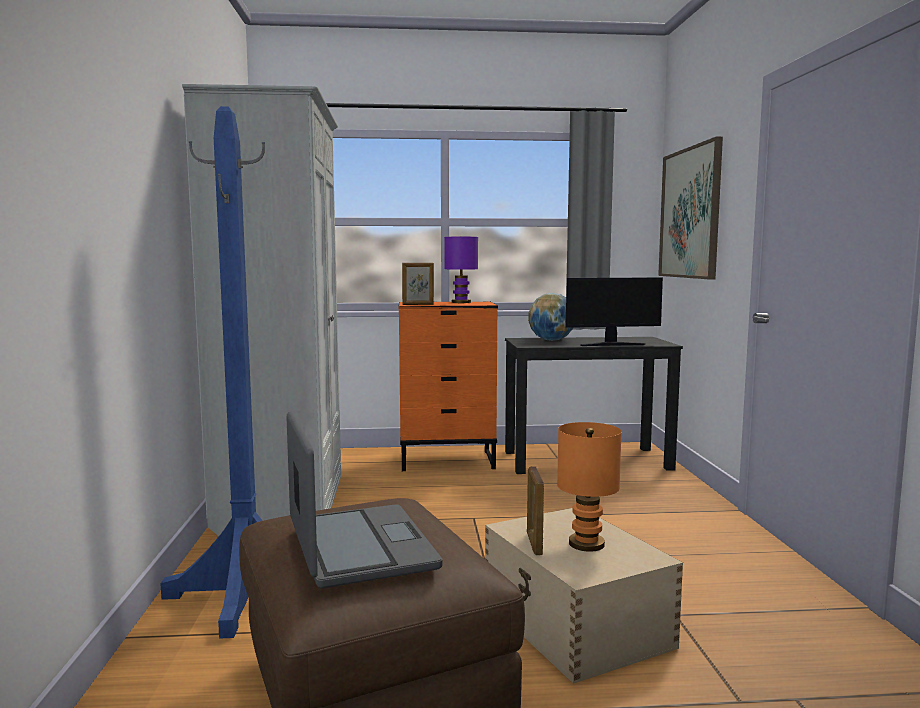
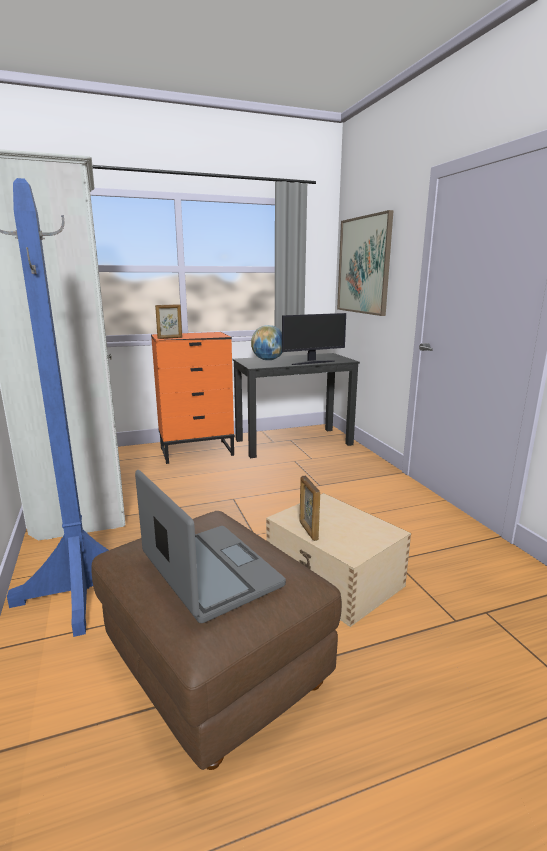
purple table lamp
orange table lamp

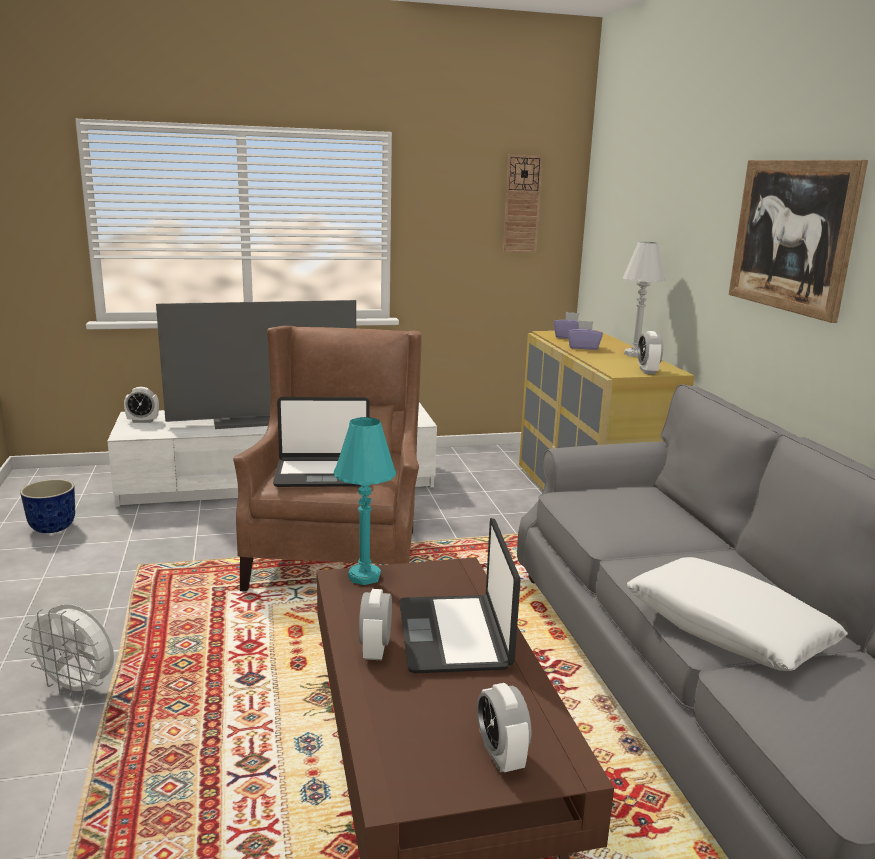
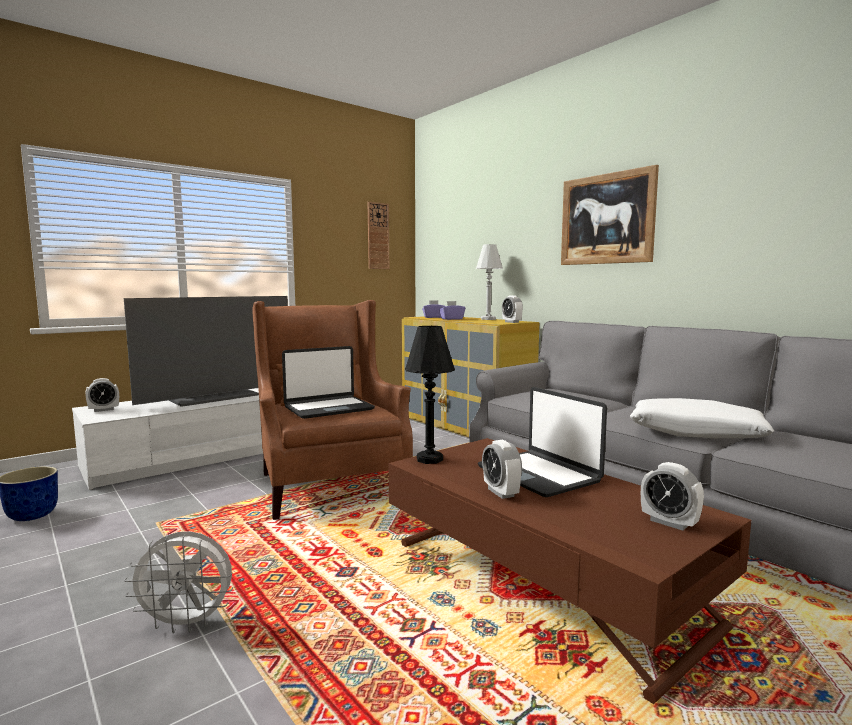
black table lamp

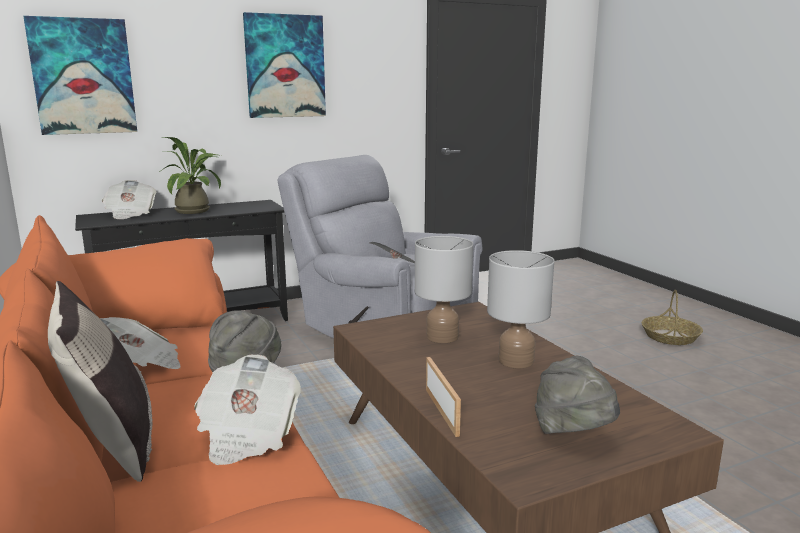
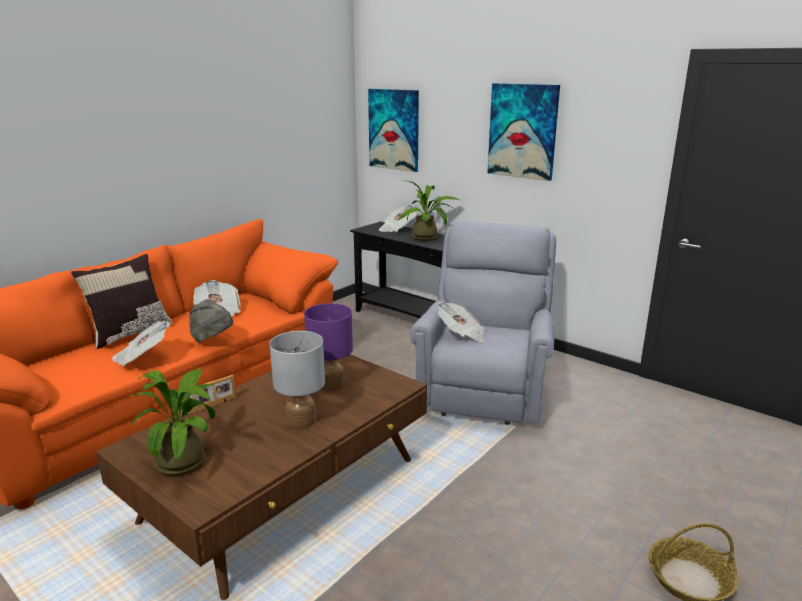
potted plant (1st from left)
purple table lamp

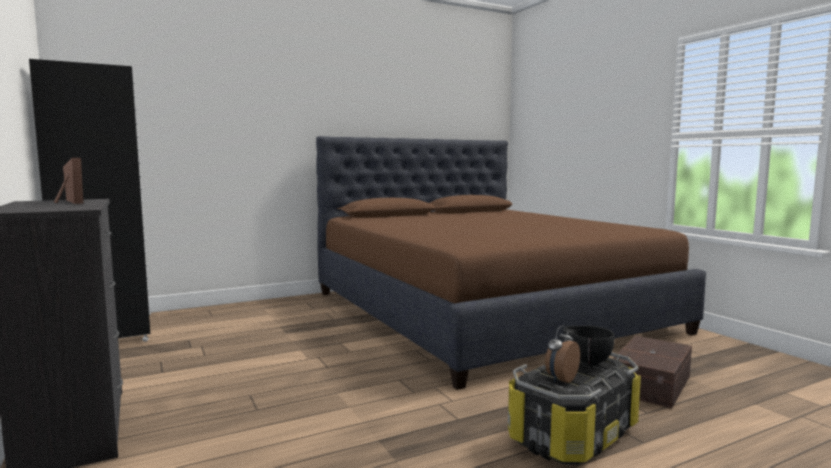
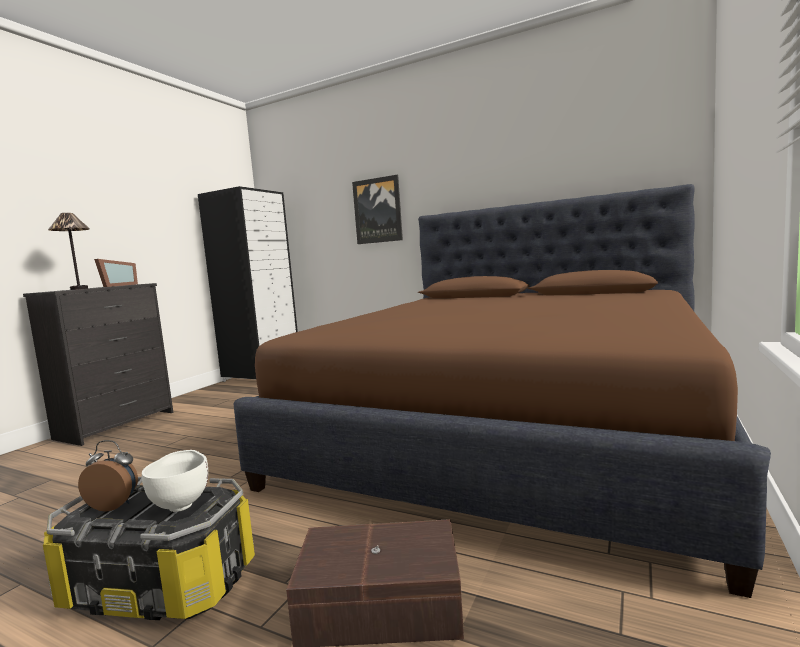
table lamp
white bowl
picture

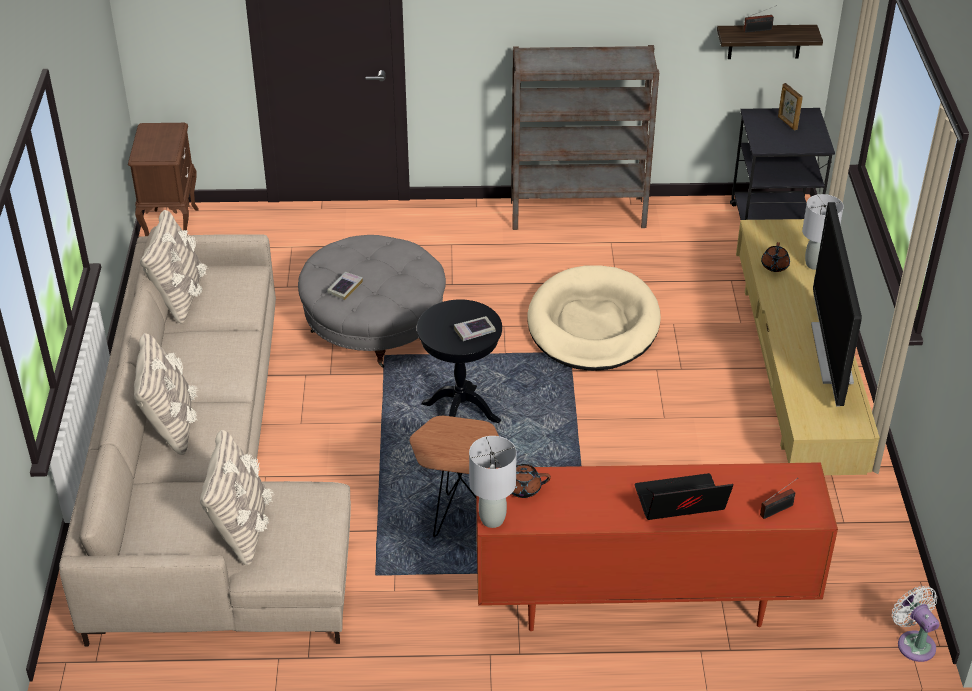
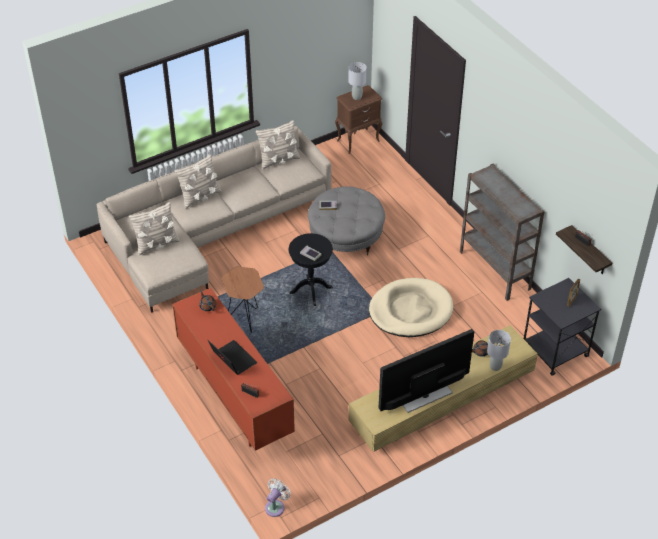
grey table lamp (1st from left)

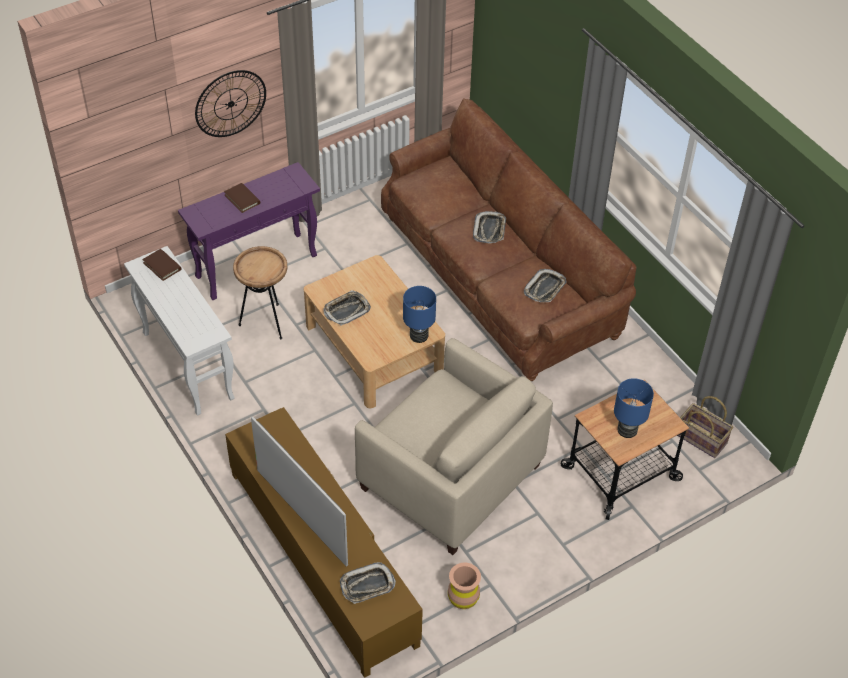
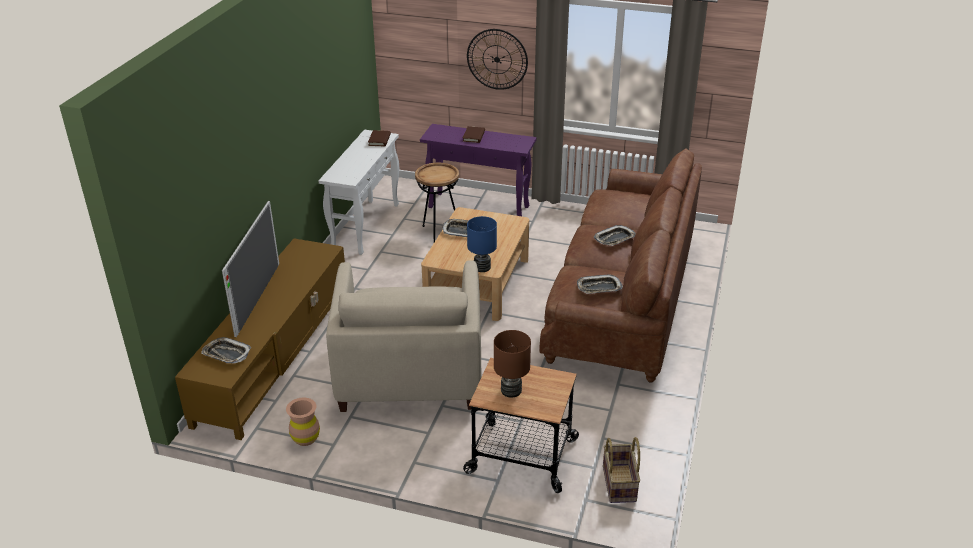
brown table lamp

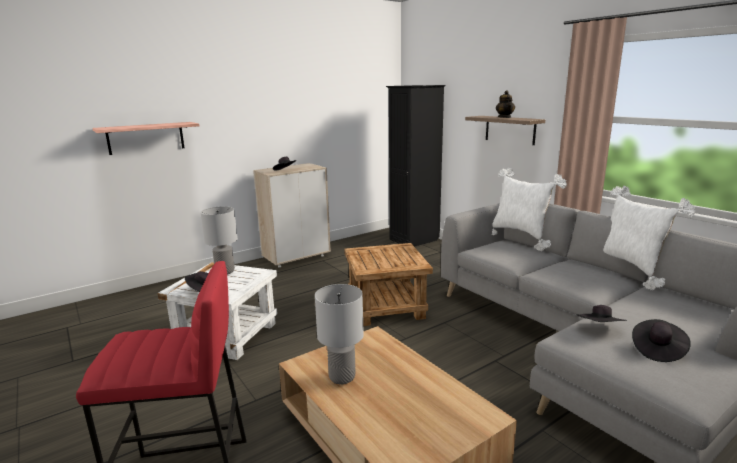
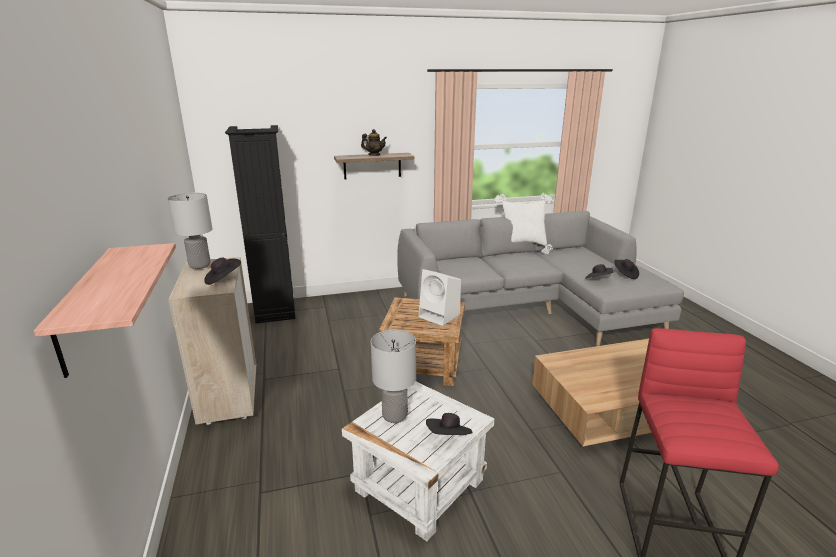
grey table lamp (1st from left)
white speaker
white pillow (1st from left in the first image)

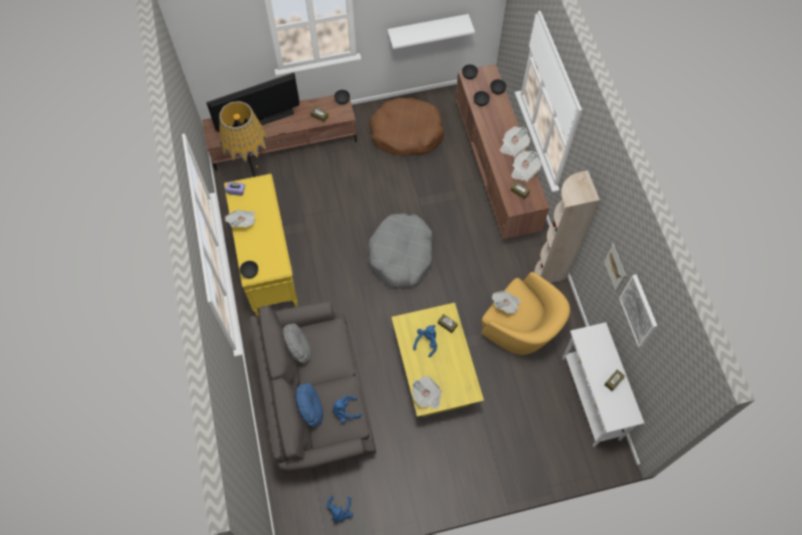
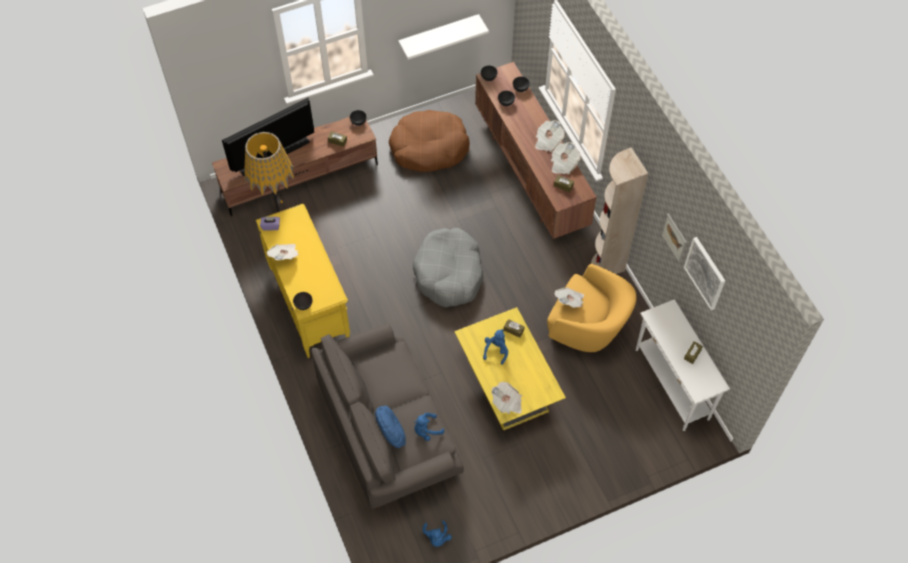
grey pillow

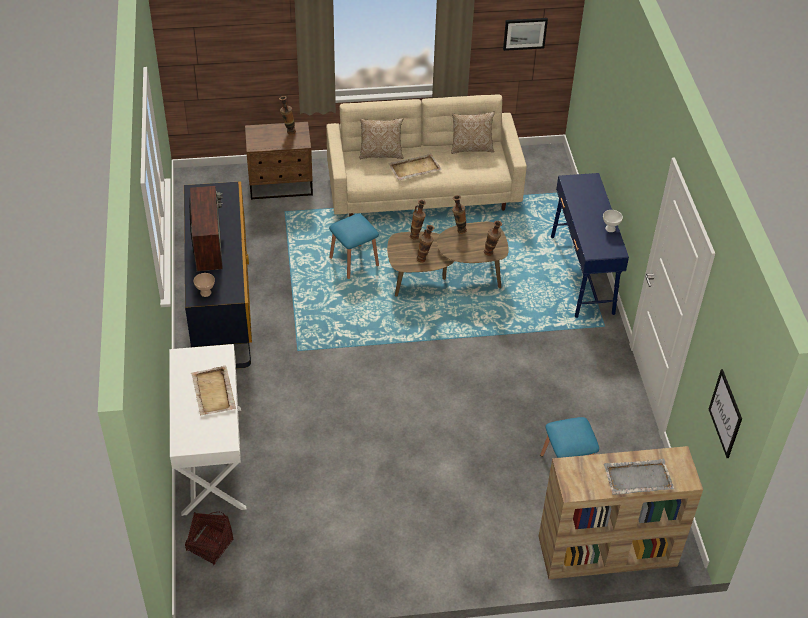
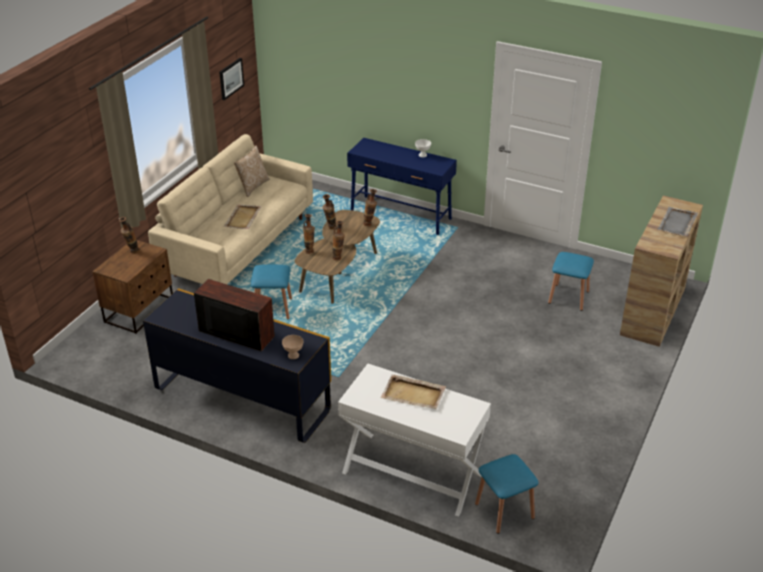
blue stool (2nd from left)
pillow (1st from left in the first image)
picture (2nd from left in the first image)

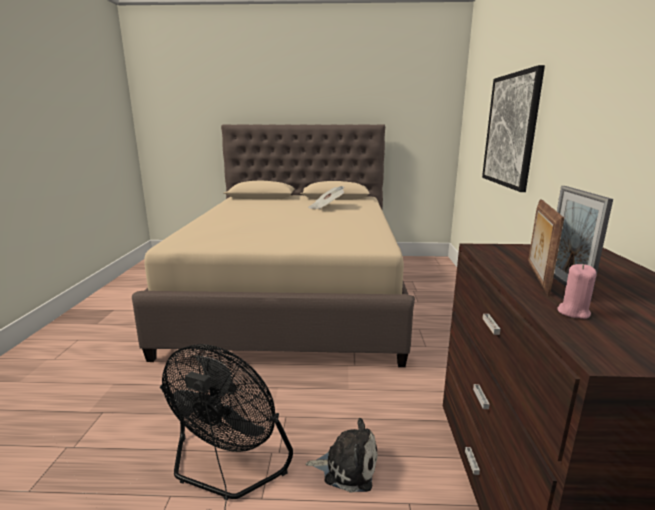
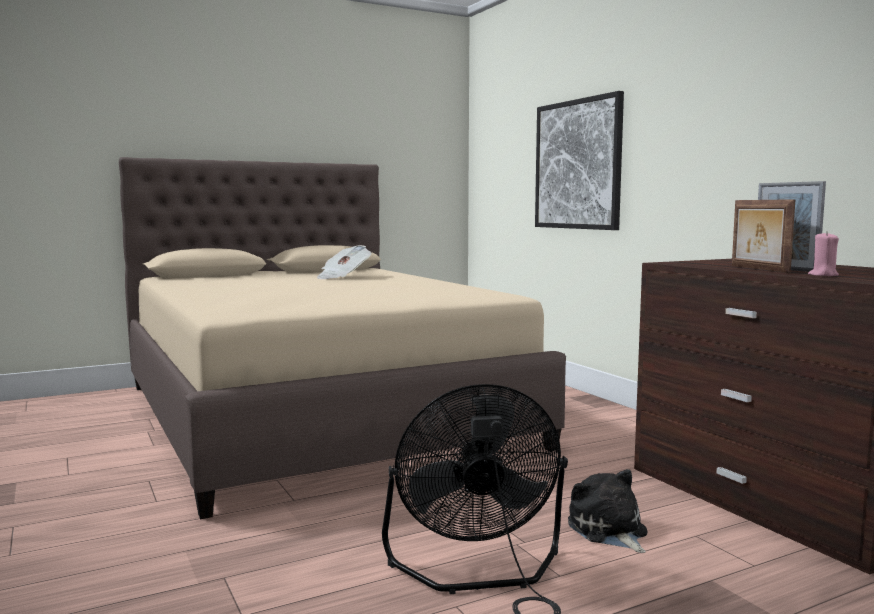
plush toy

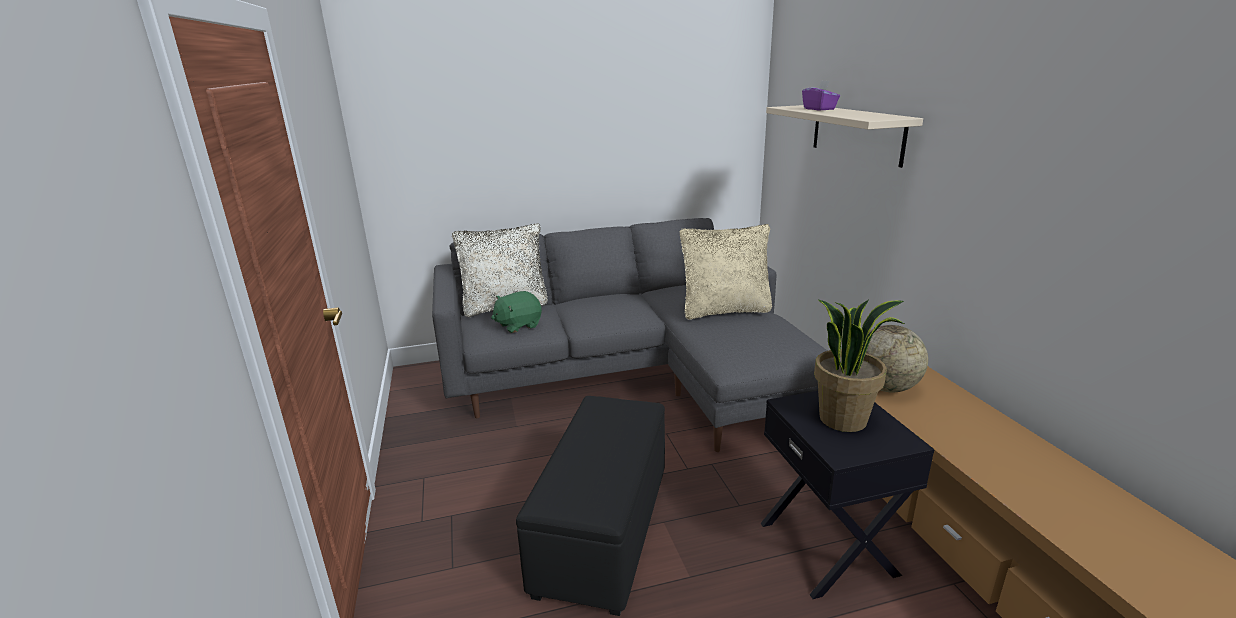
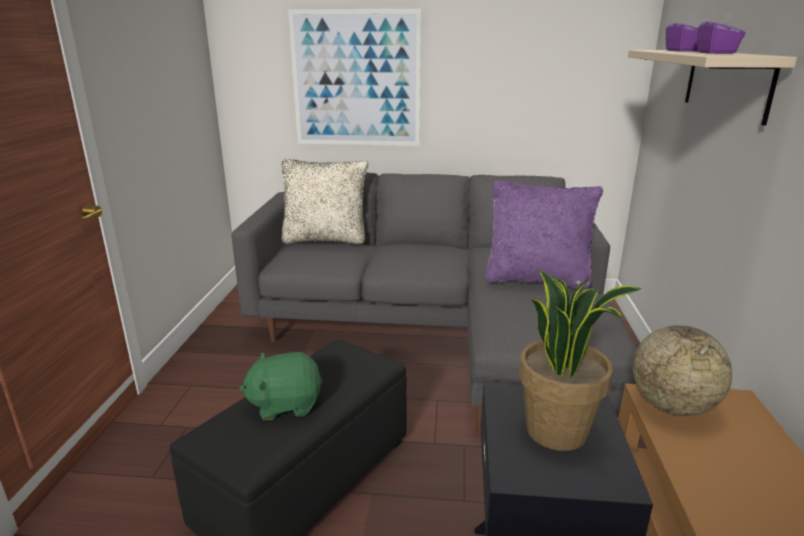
green plush toy
picture
purple pillow
purple tissue box (2nd from left)

